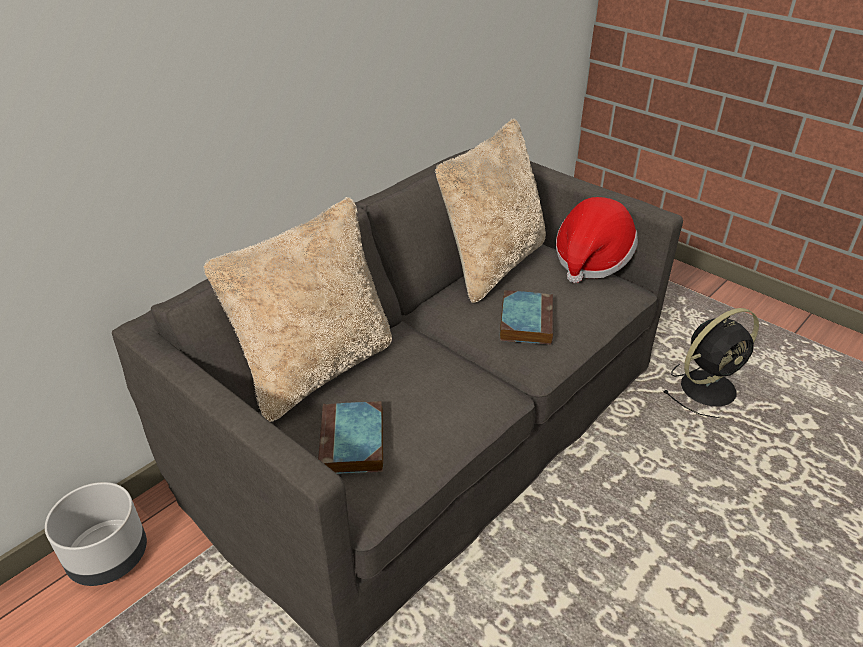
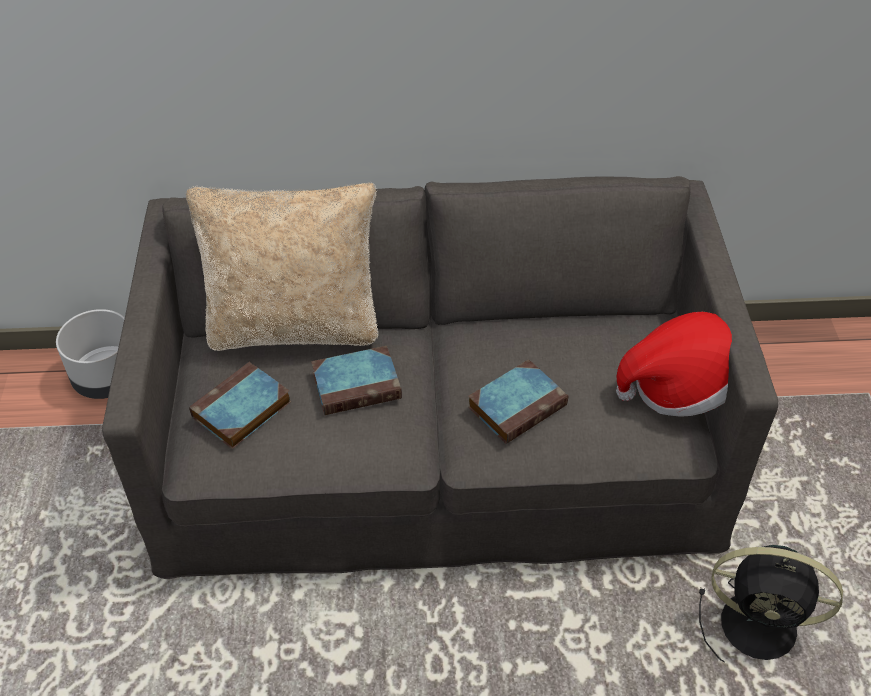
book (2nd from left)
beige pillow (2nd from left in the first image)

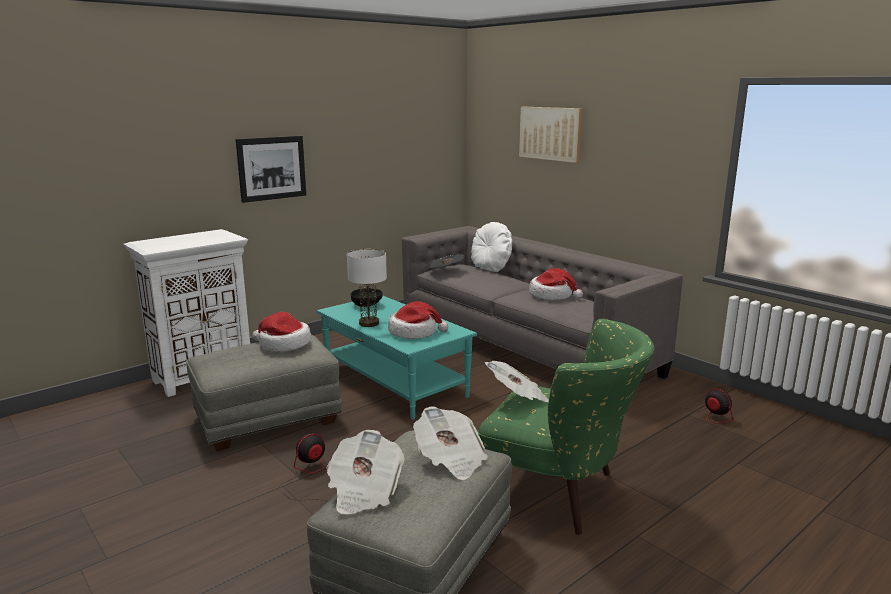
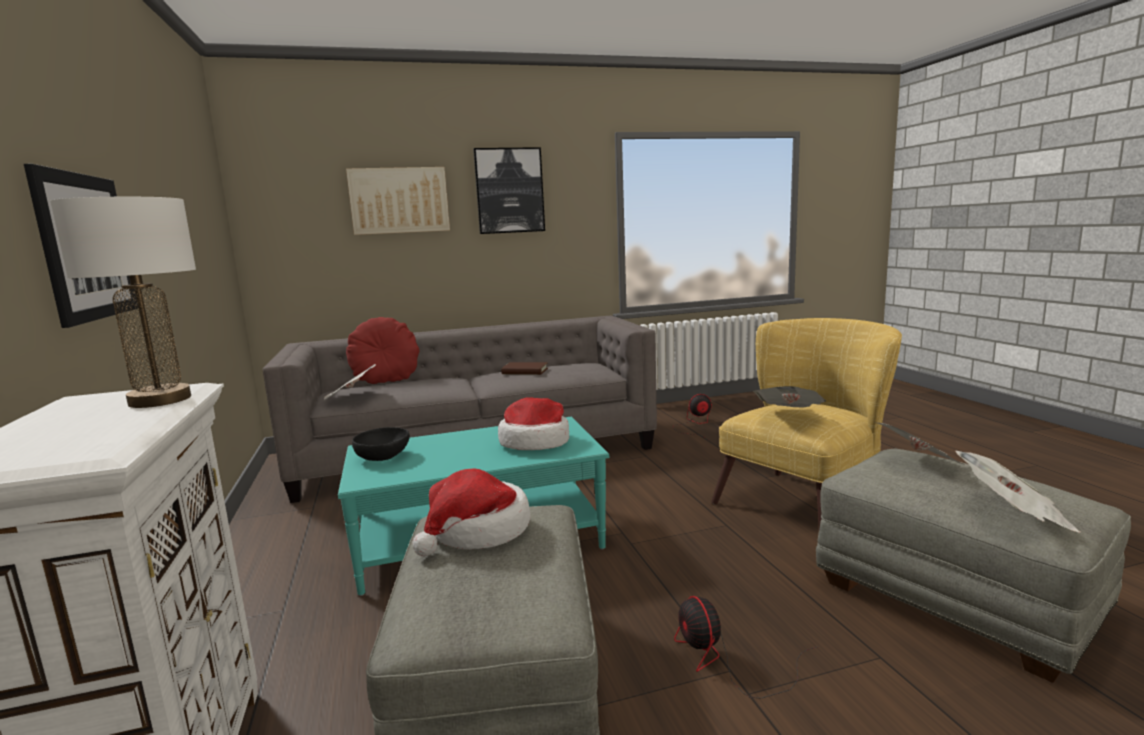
table lamp
red pillow
picture (3rd from left)
brown book
yellow armchair

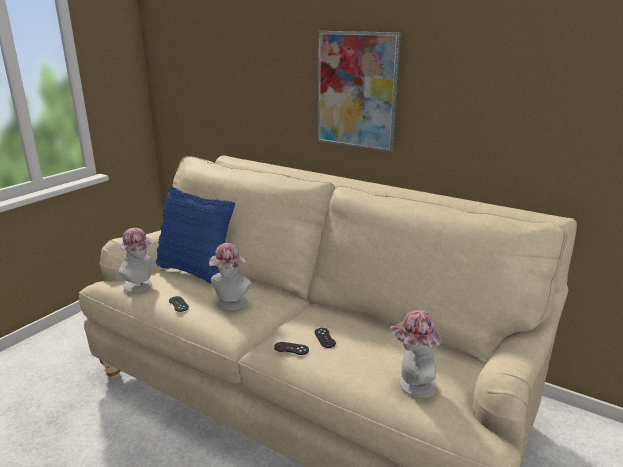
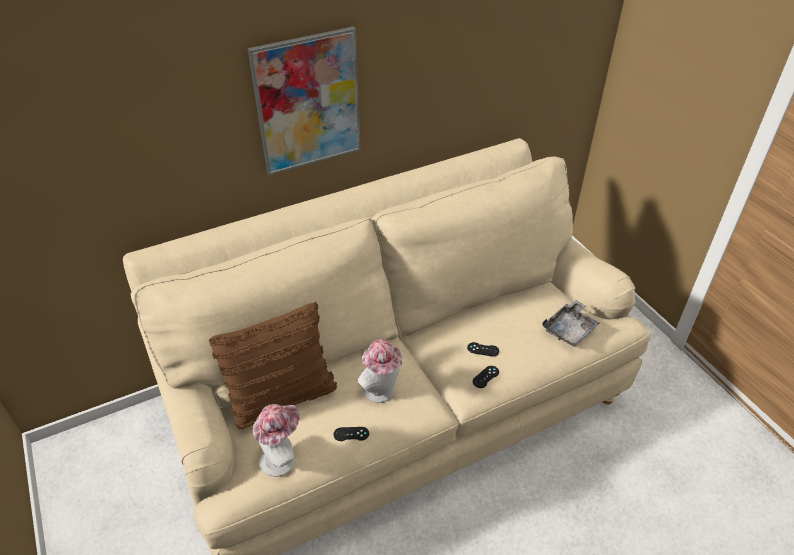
brown pillow
grey tray

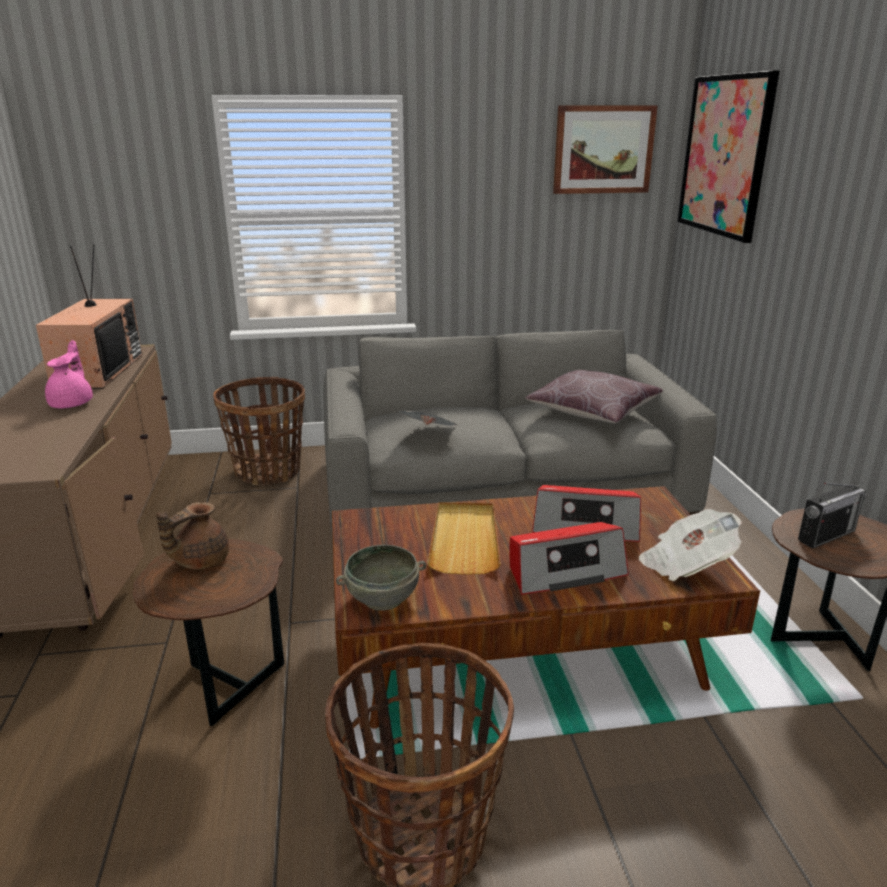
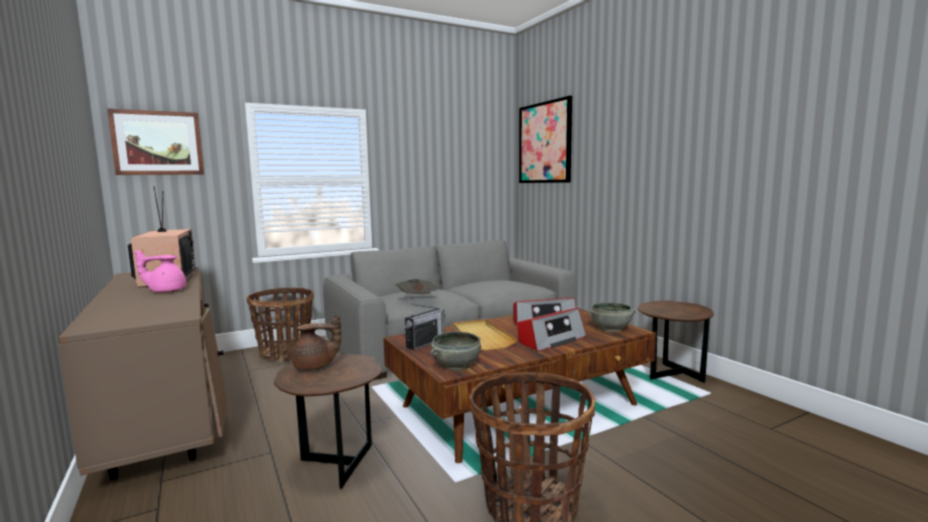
picture (1st from left)
pink teapot
brown teapot
radio (1st from left)
grey bowl (2nd from left)
brown pillow

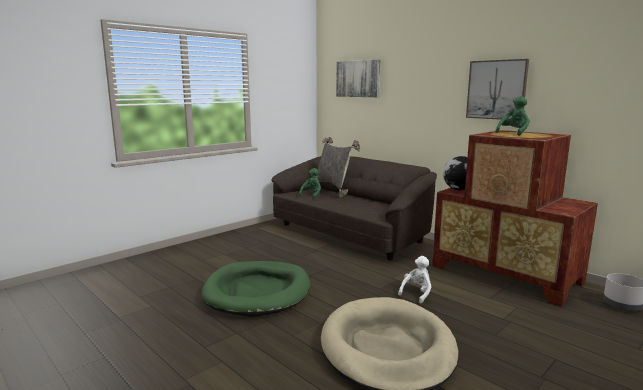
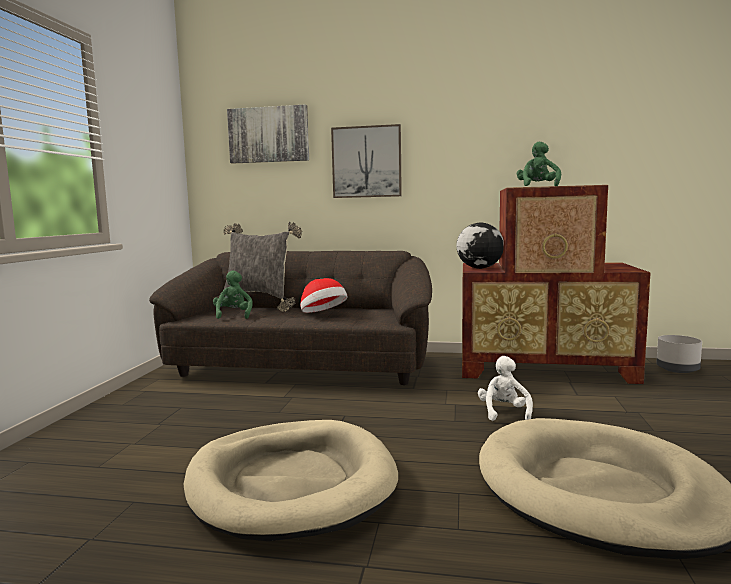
beige dog bed (1st from left)
hat
picture (2nd from left)

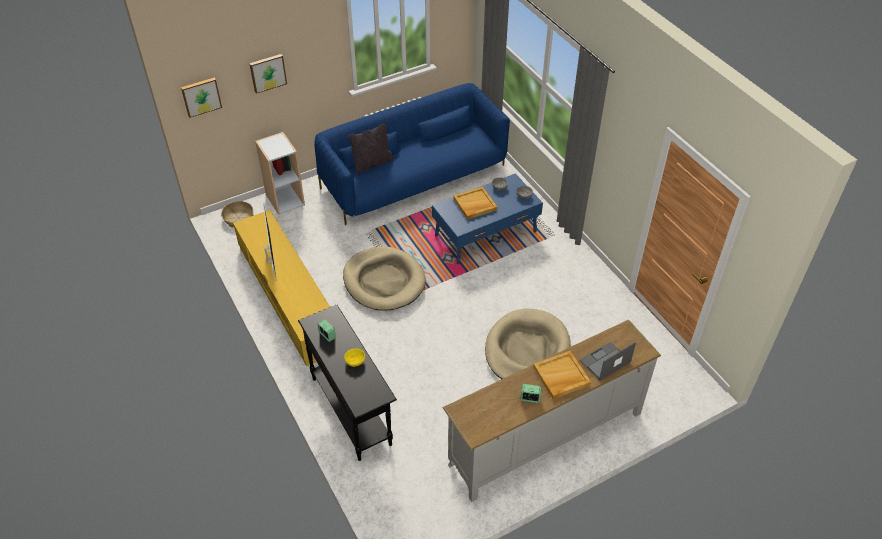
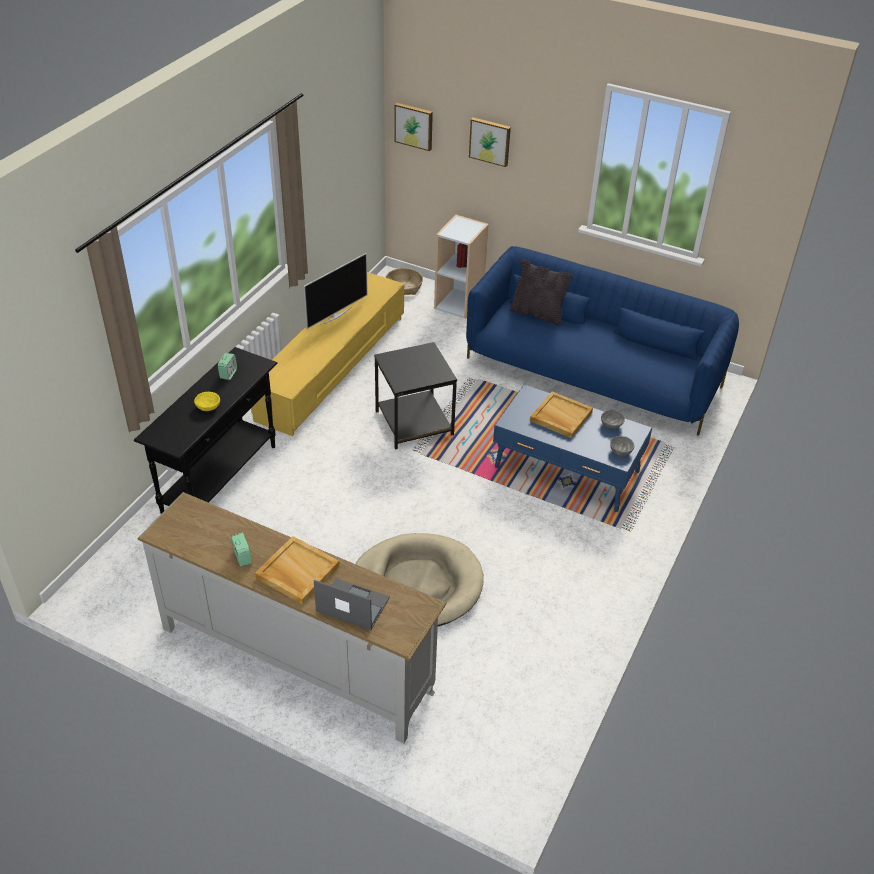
black side table

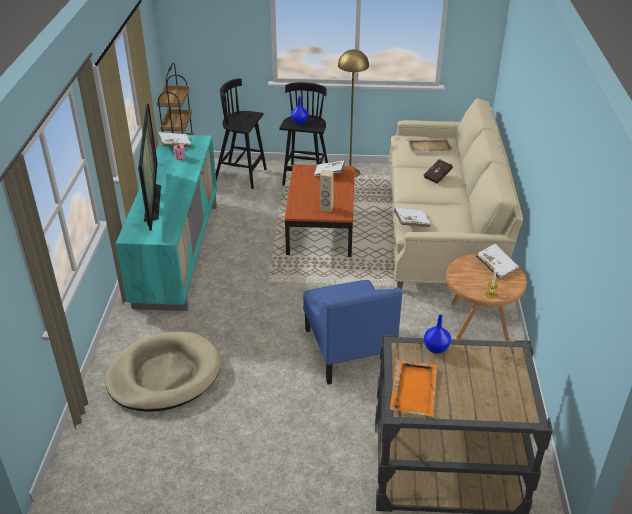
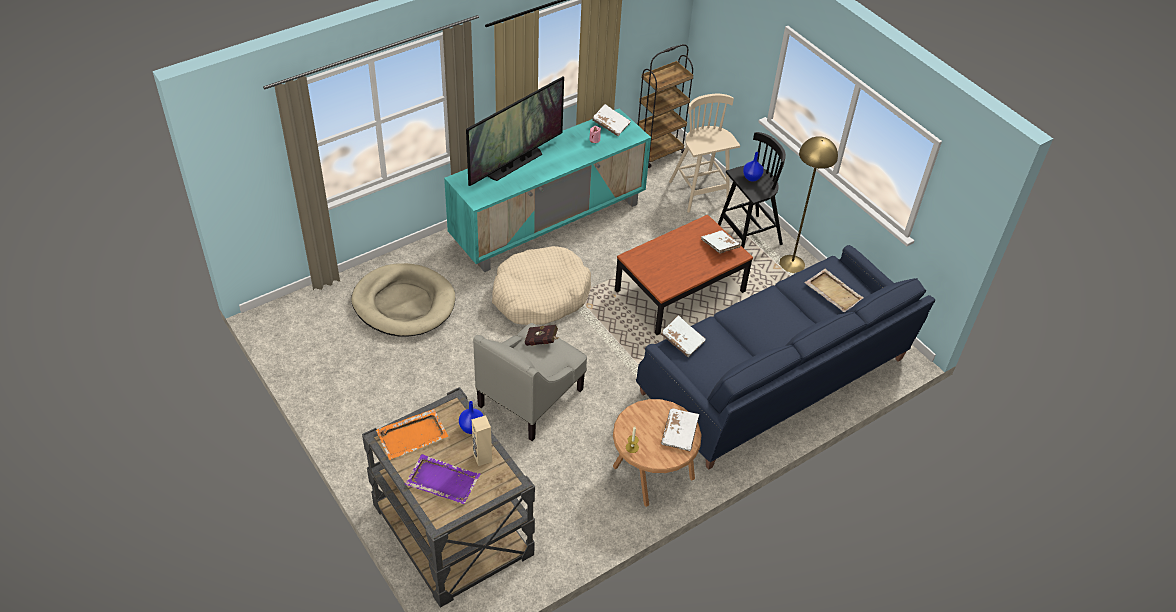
purple tray
beige speaker
grey armchair
beige dog bed (2nd from left)
red book
blue sofa
beige stool

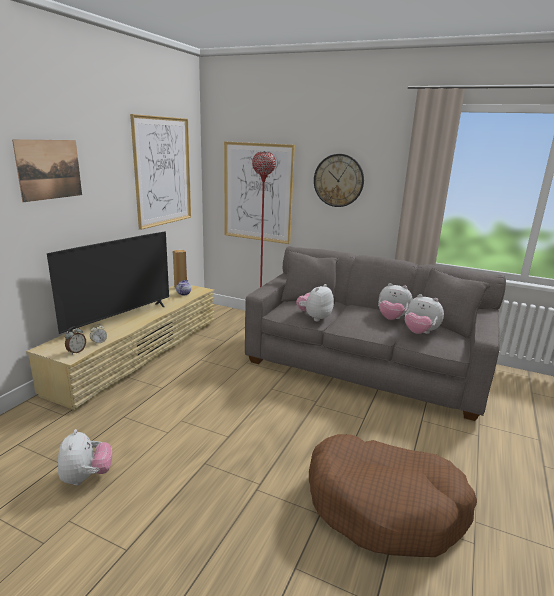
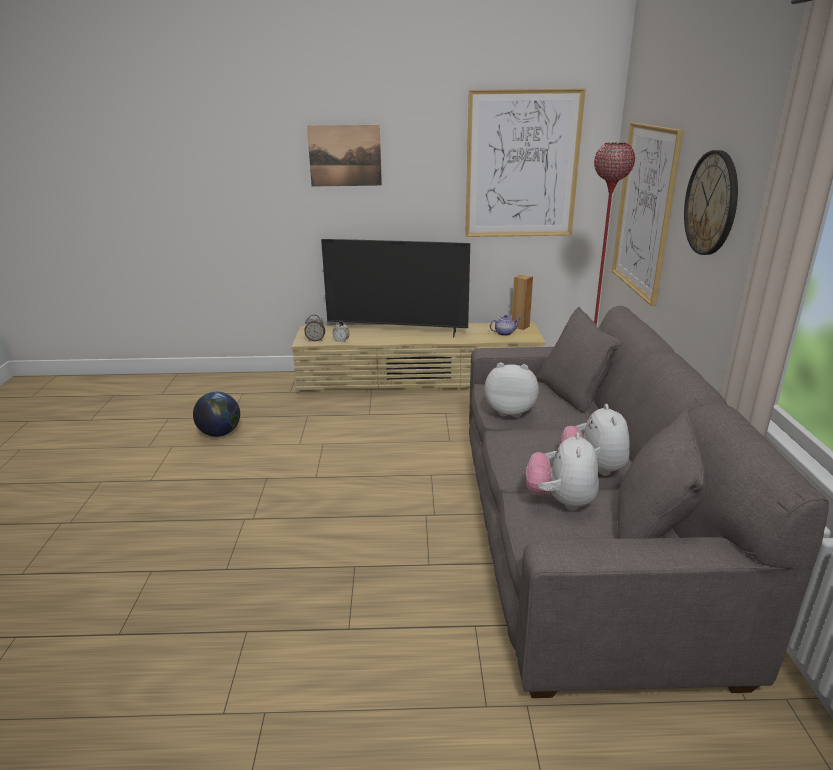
globe
brown dog bed

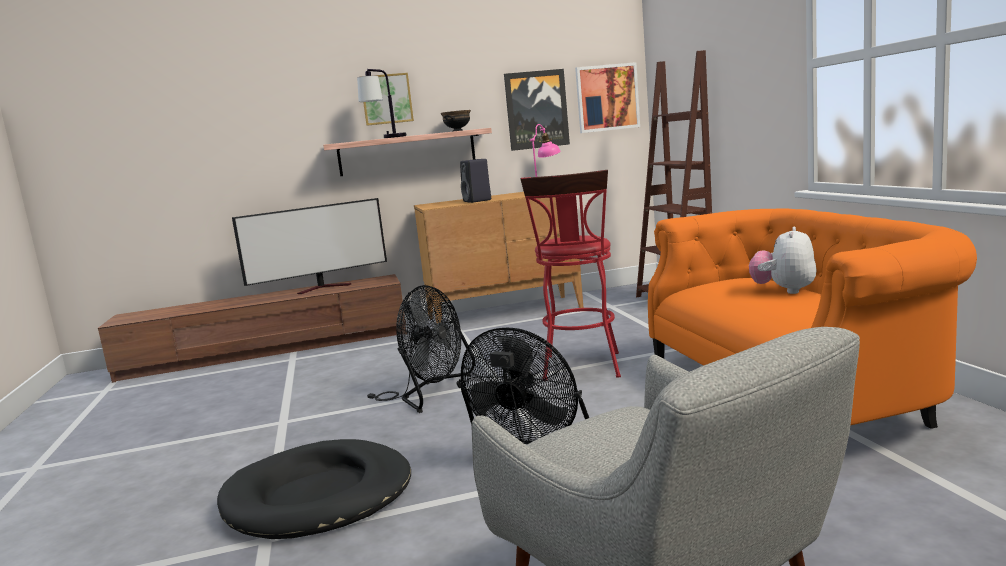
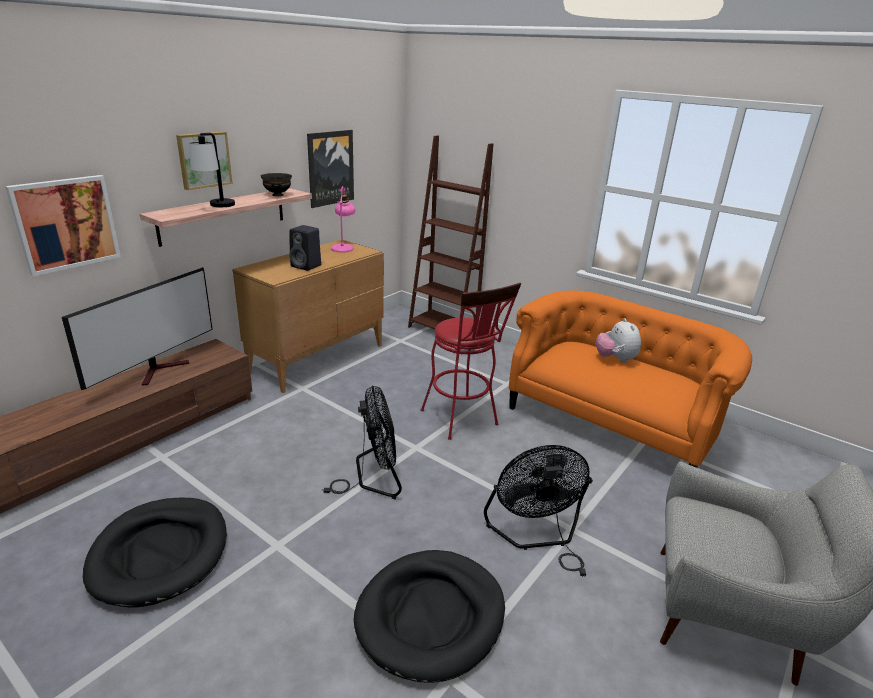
picture (1st from left)
black dog bed (1st from left)

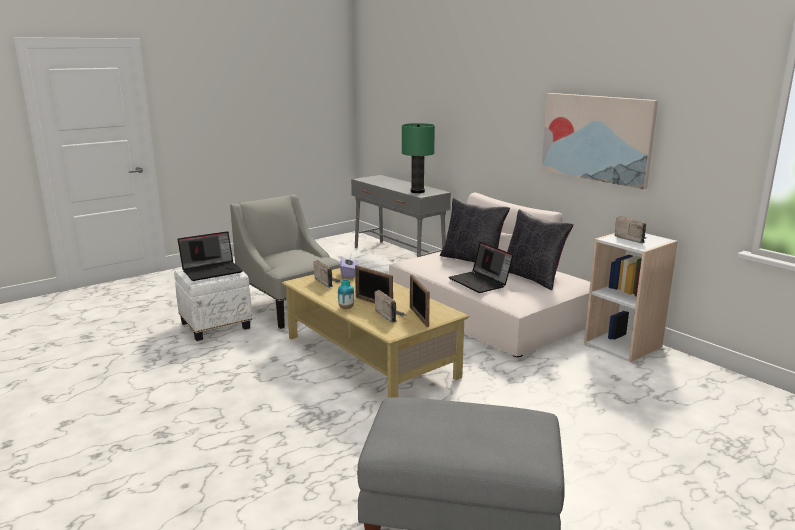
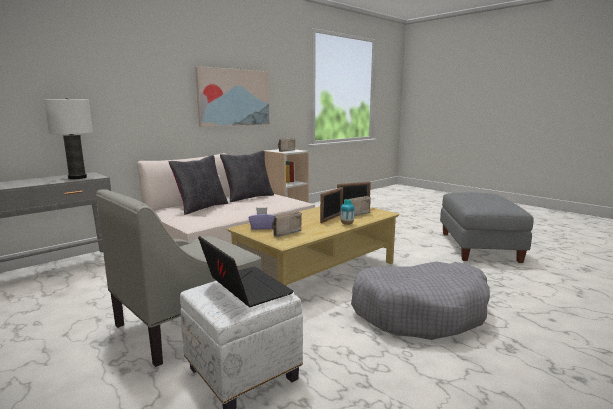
white table lamp
grey dog bed
laptop (2nd from left in the first image)

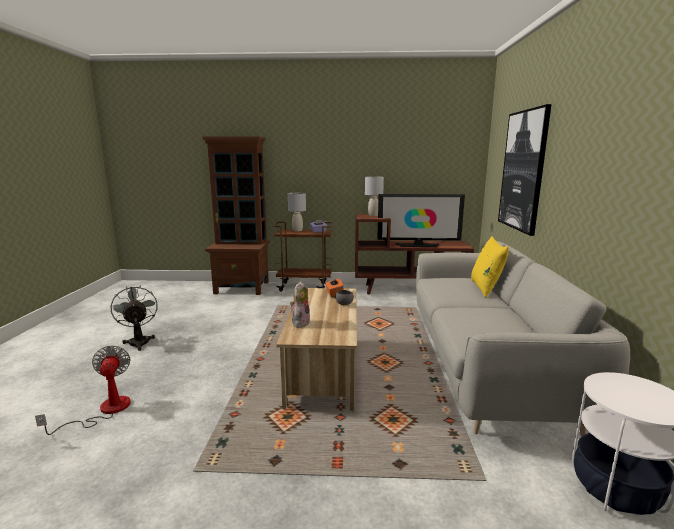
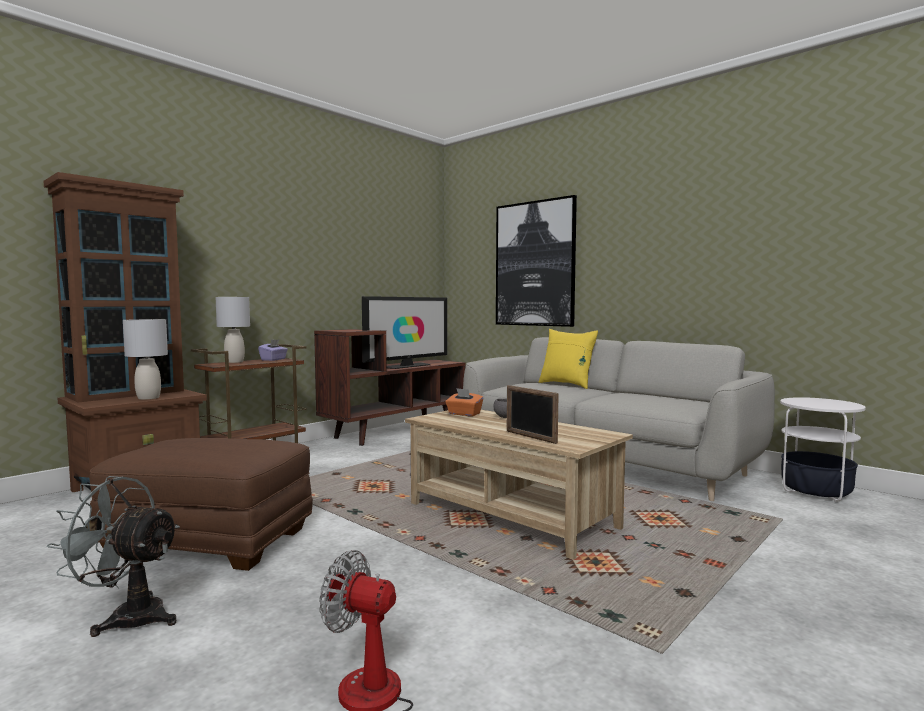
brown ottoman
grey table lamp (1st from left)
picture frame

